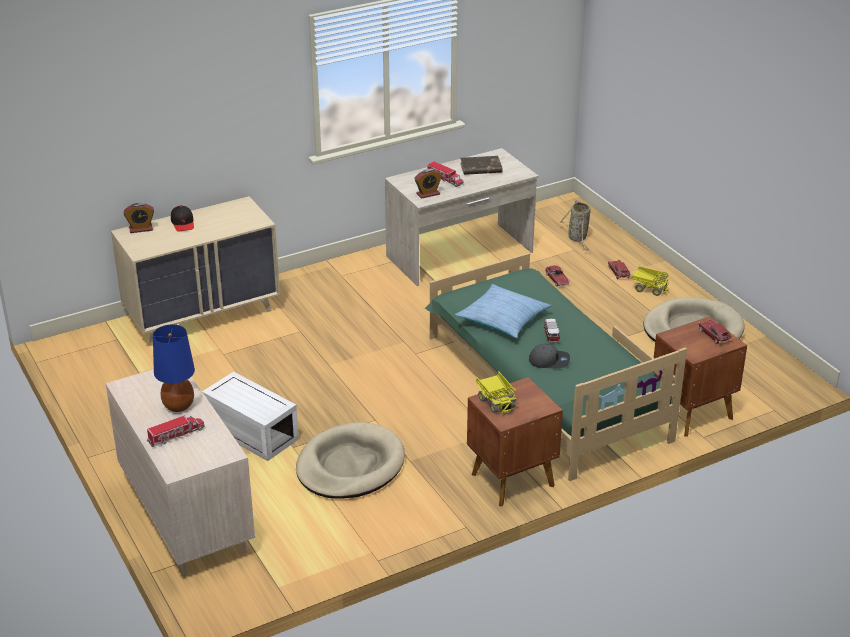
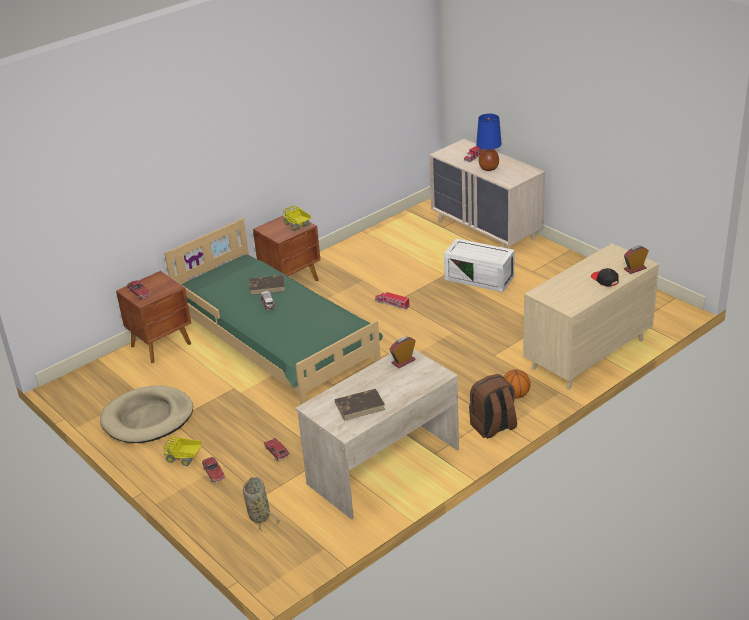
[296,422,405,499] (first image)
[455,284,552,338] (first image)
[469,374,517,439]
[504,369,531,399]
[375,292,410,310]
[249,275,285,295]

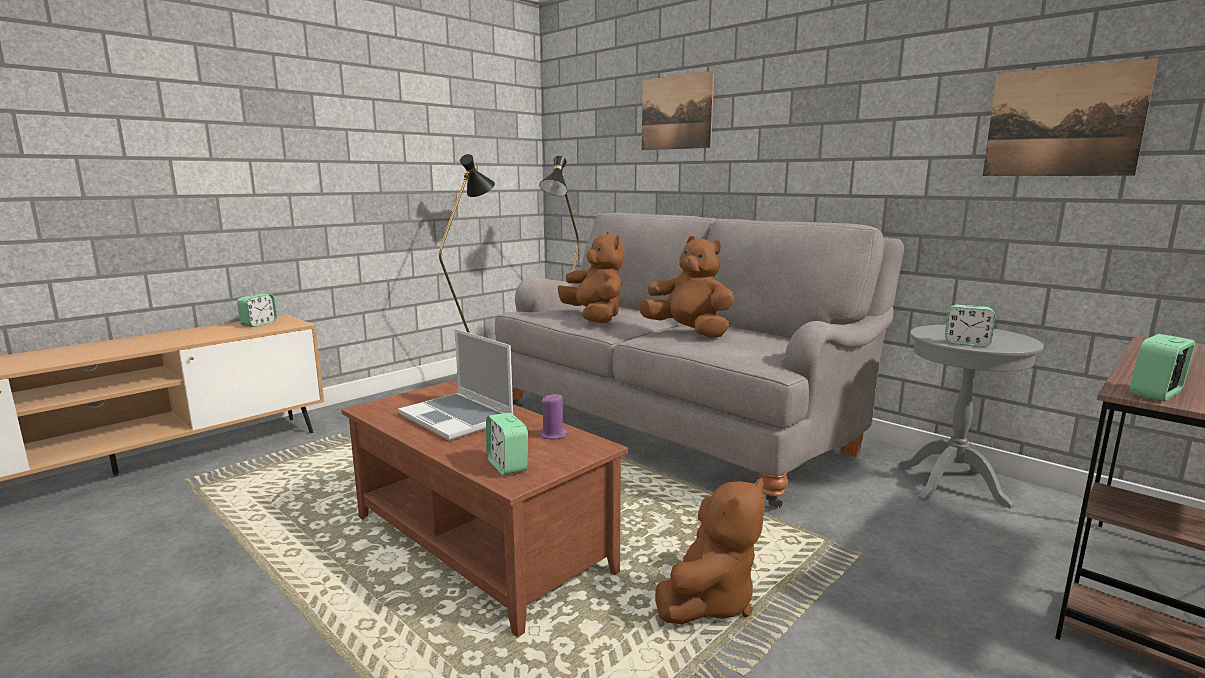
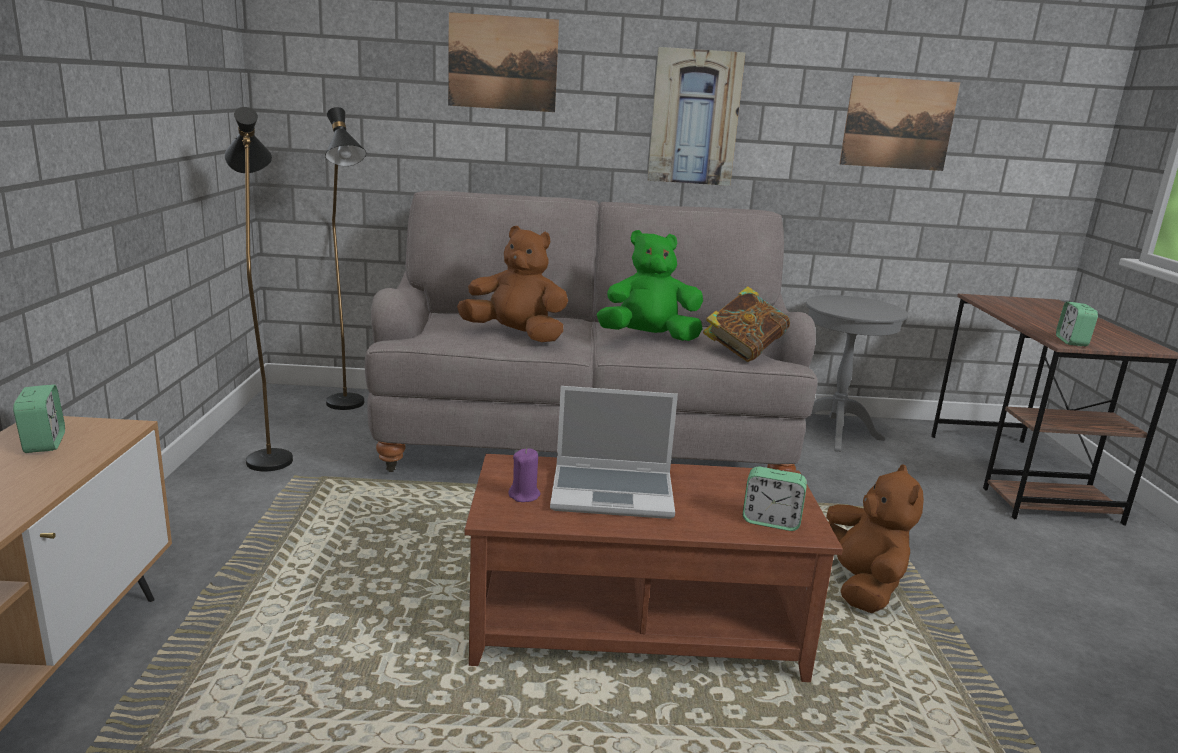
[945,305,996,347] (first image)
[647,47,745,186]
[703,286,790,362]
[509,448,540,502]
[597,230,703,341]

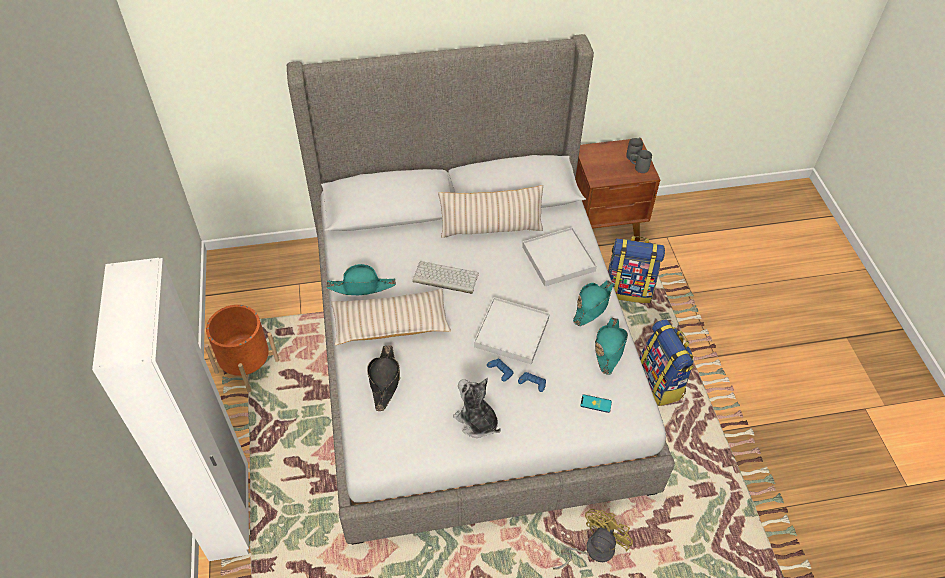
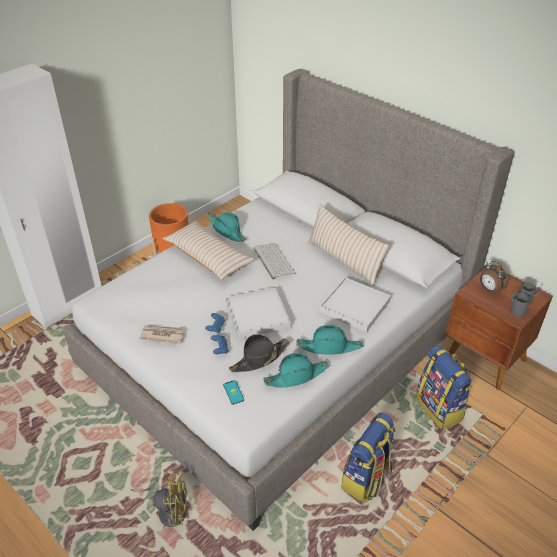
[480,261,509,294]
[229,334,289,372]
[139,325,185,344]

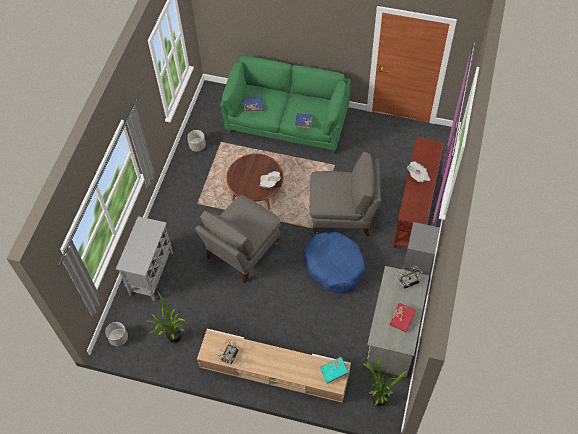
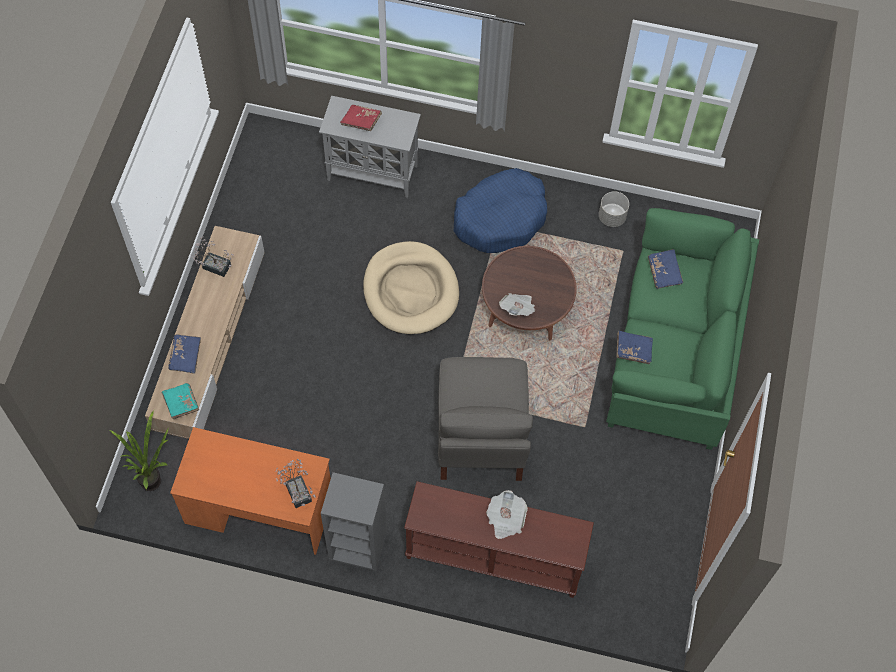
[105,322,128,346] (first image)
[147,292,185,343] (first image)
[168,334,201,374]
[454,168,547,253]
[340,105,382,131]
[363,241,459,334]
[170,427,331,555]

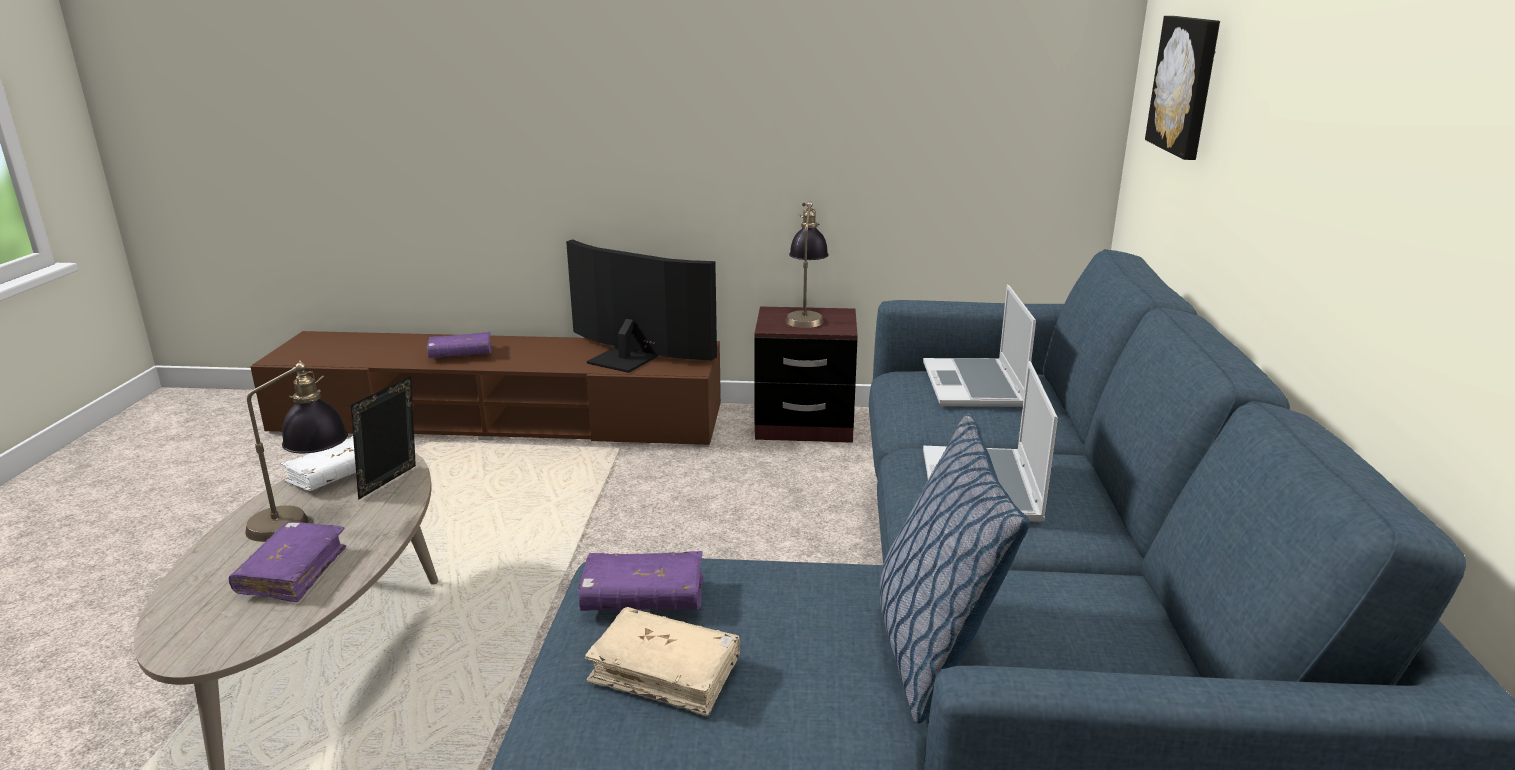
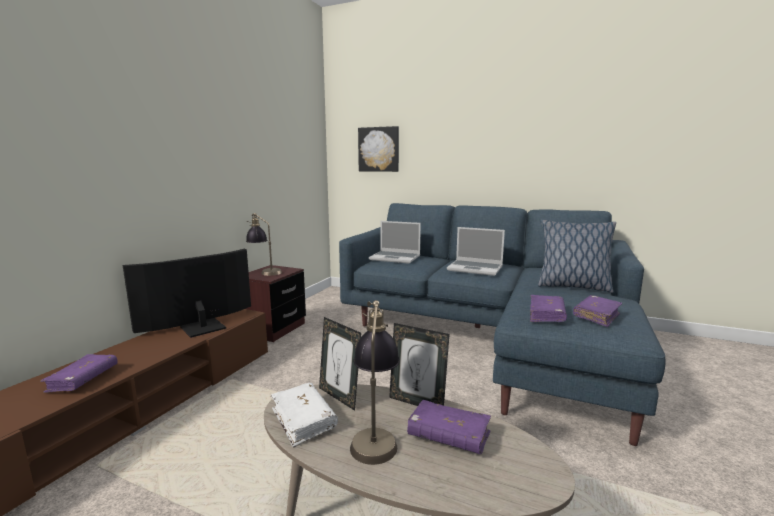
[389,323,450,406]
[573,295,622,327]

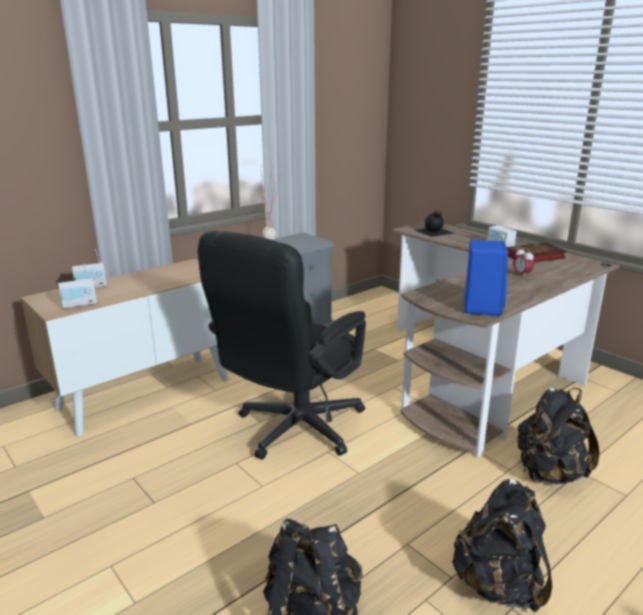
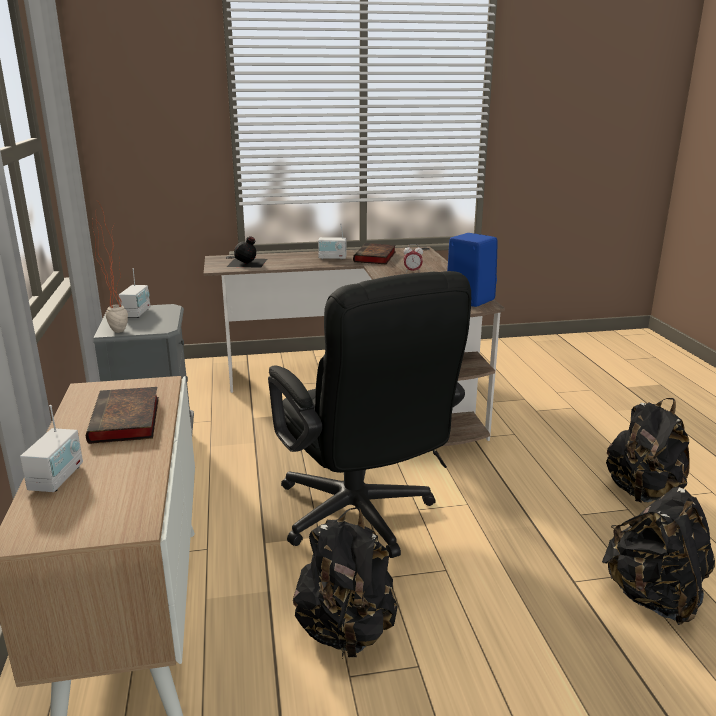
[86,387,159,444]
[119,268,150,318]
[293,507,397,657]

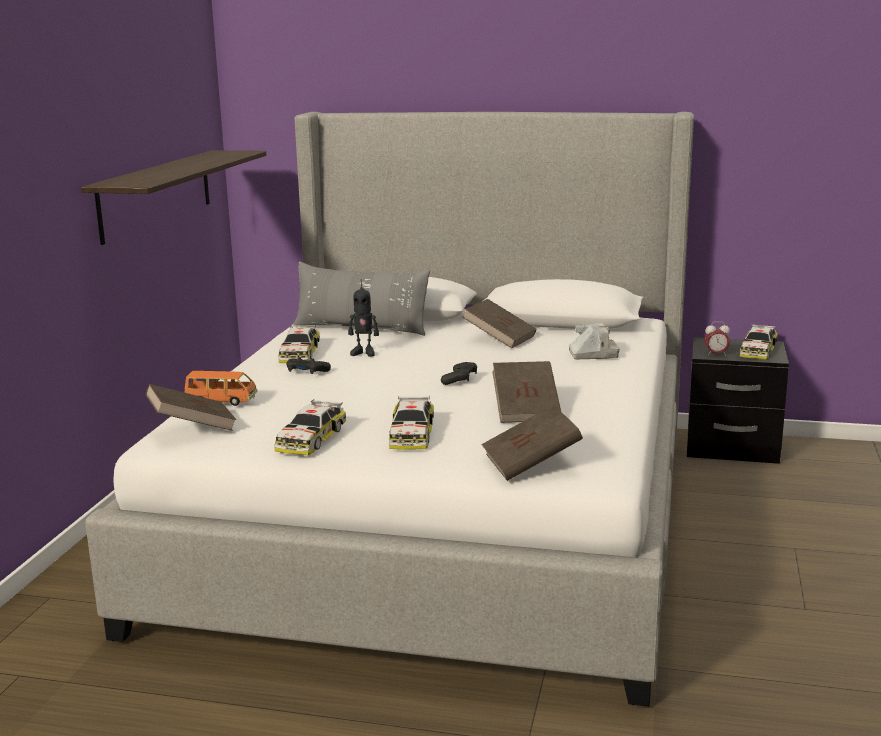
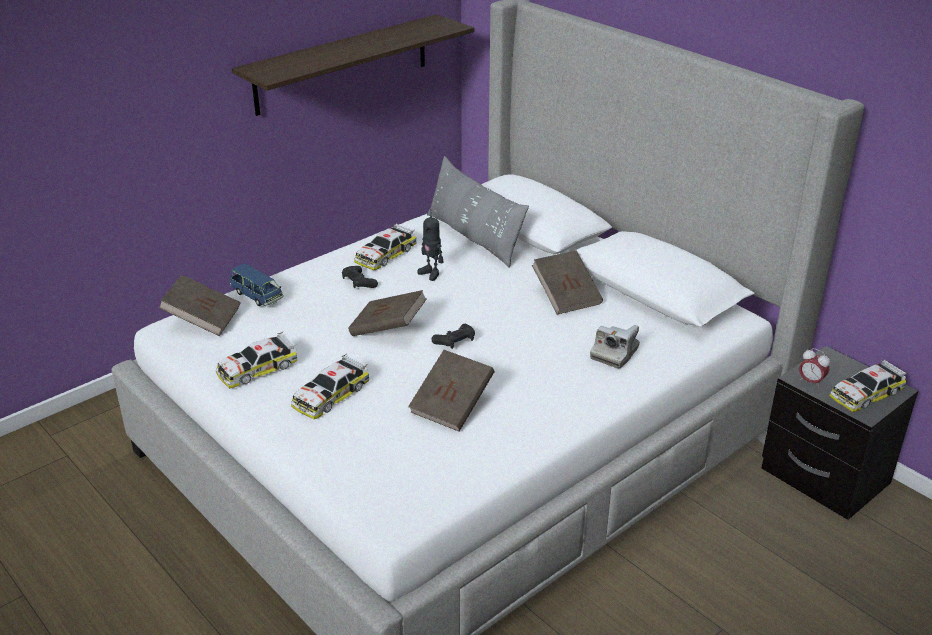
[348,290,427,336]
[230,263,284,306]
[590,325,640,368]

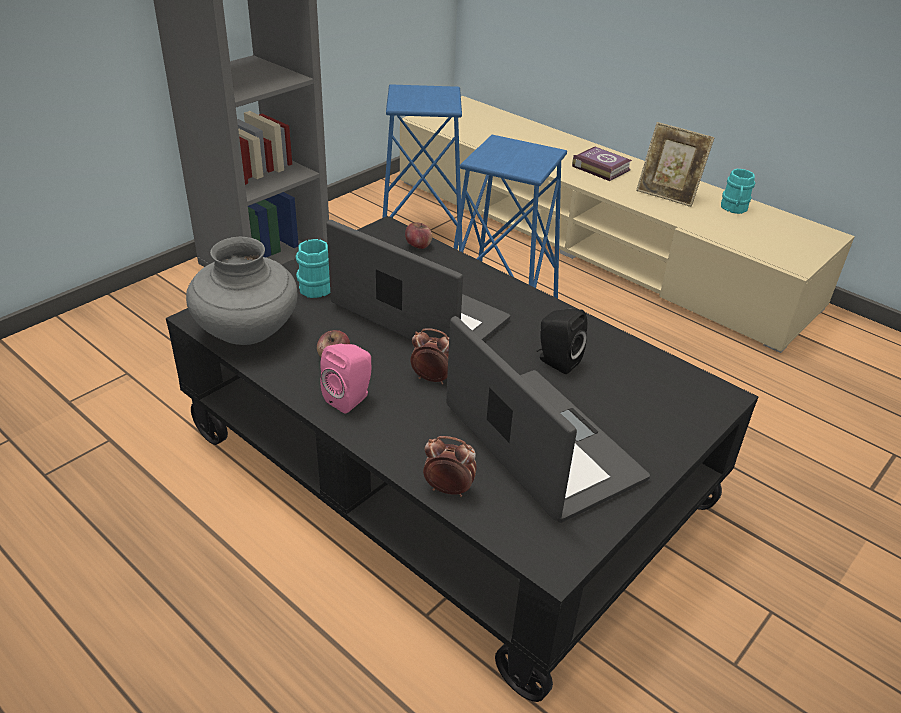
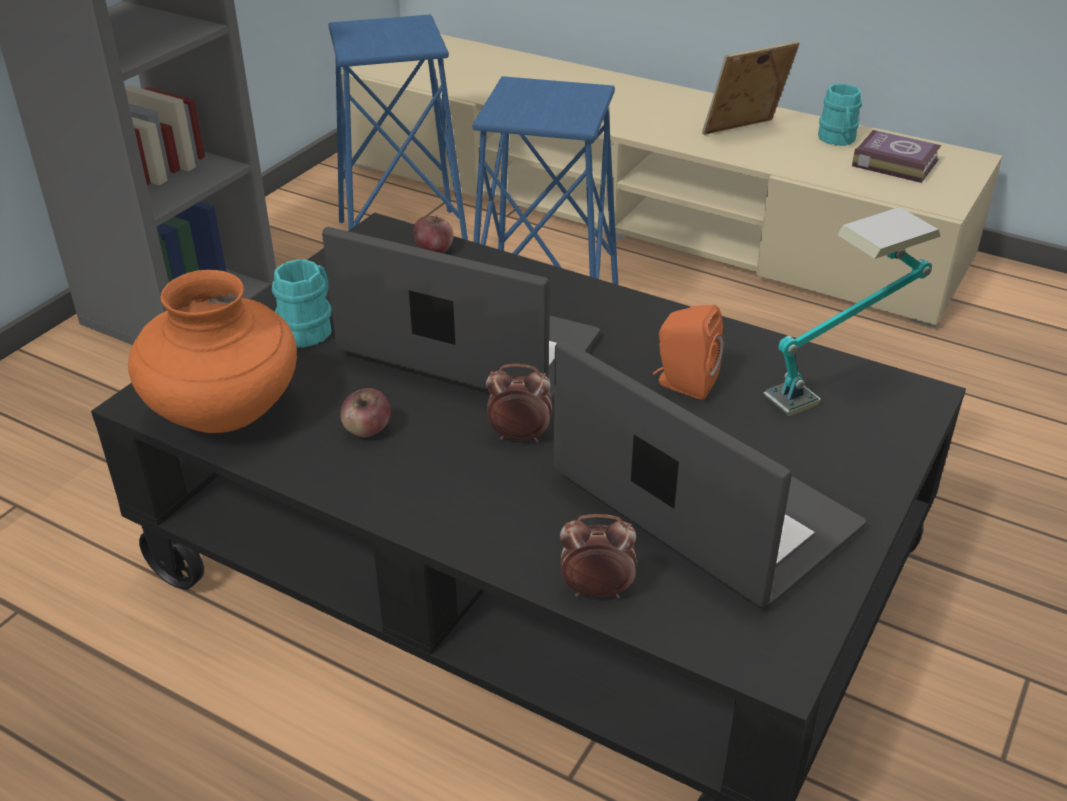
[320,344,372,414] (first image)
[763,207,941,416]
[852,130,942,183]
[128,270,297,433]
[653,305,724,400]
[702,41,800,135]

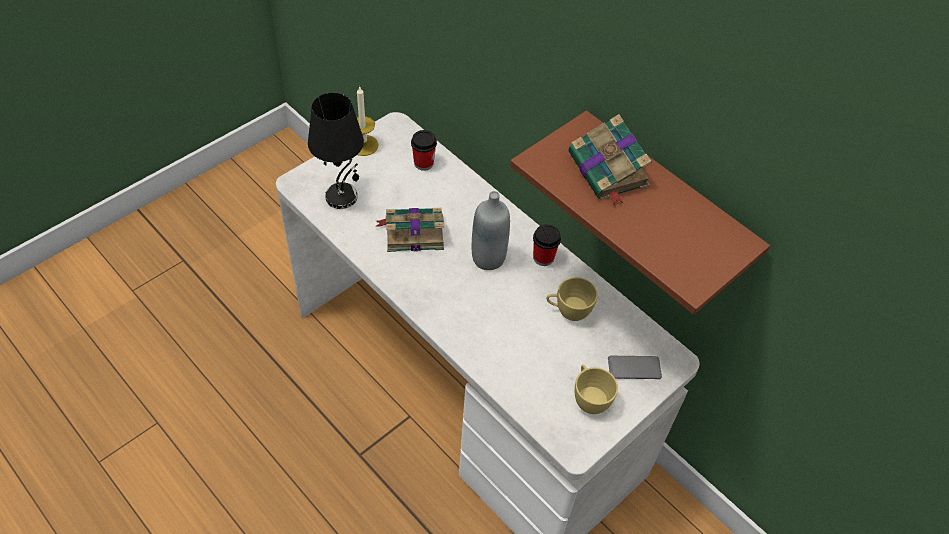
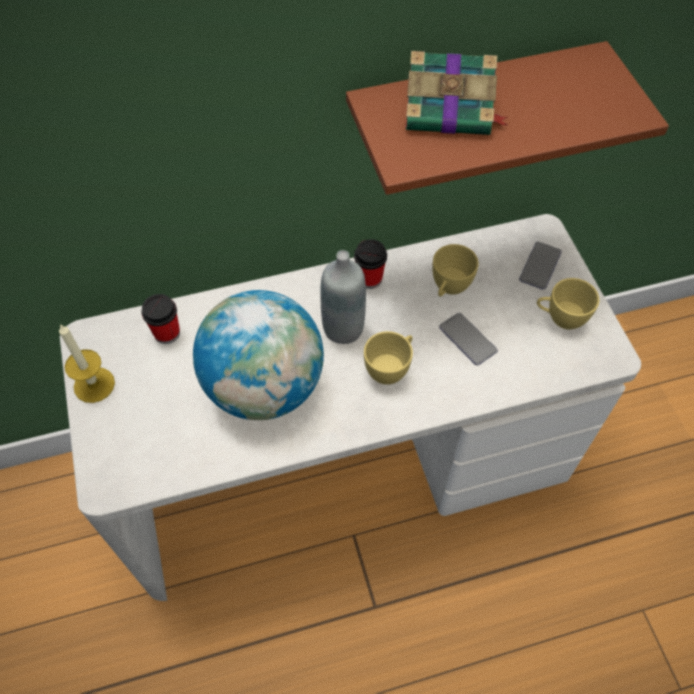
[308,93,364,209] (first image)
[364,331,413,385]
[439,313,498,365]
[193,290,324,420]

